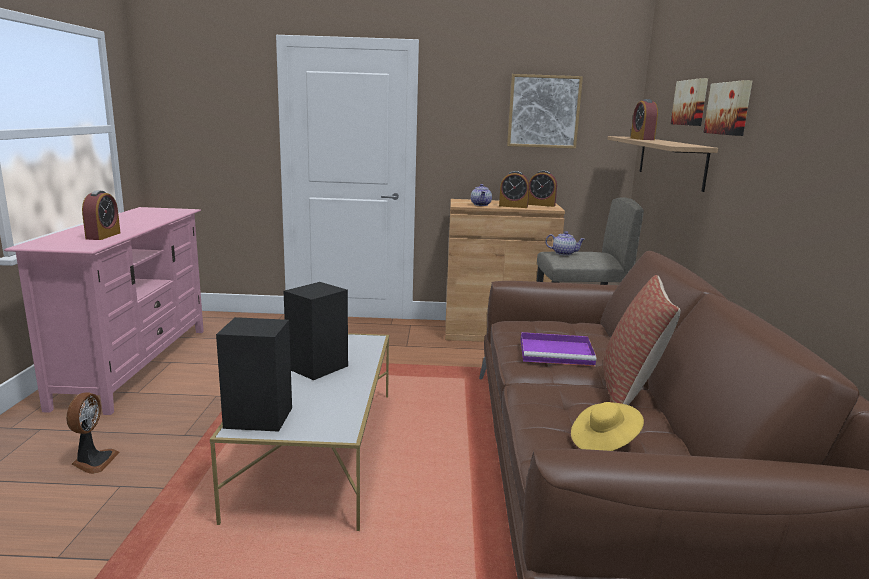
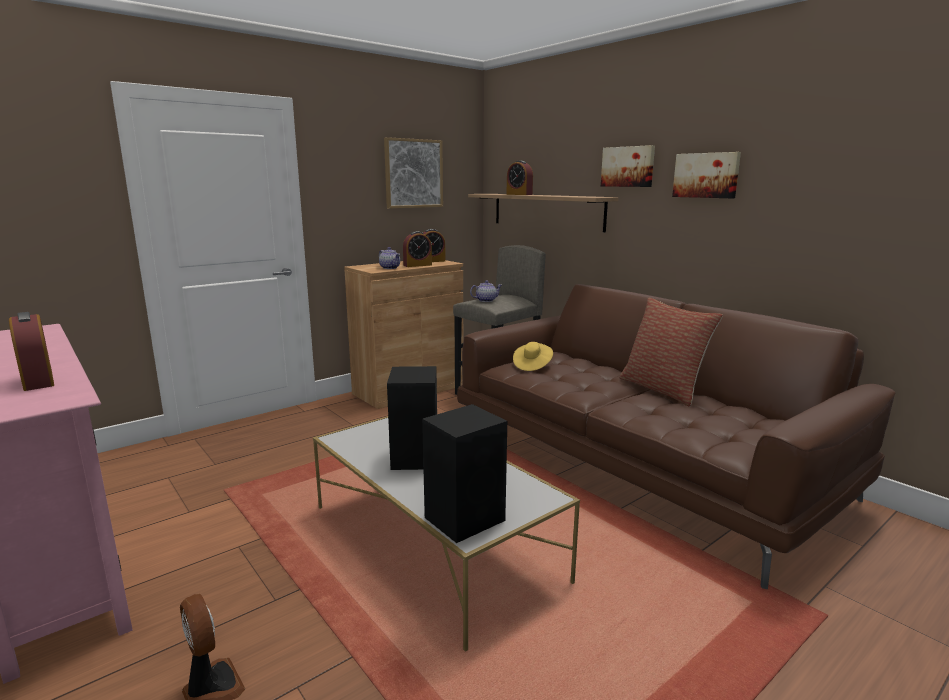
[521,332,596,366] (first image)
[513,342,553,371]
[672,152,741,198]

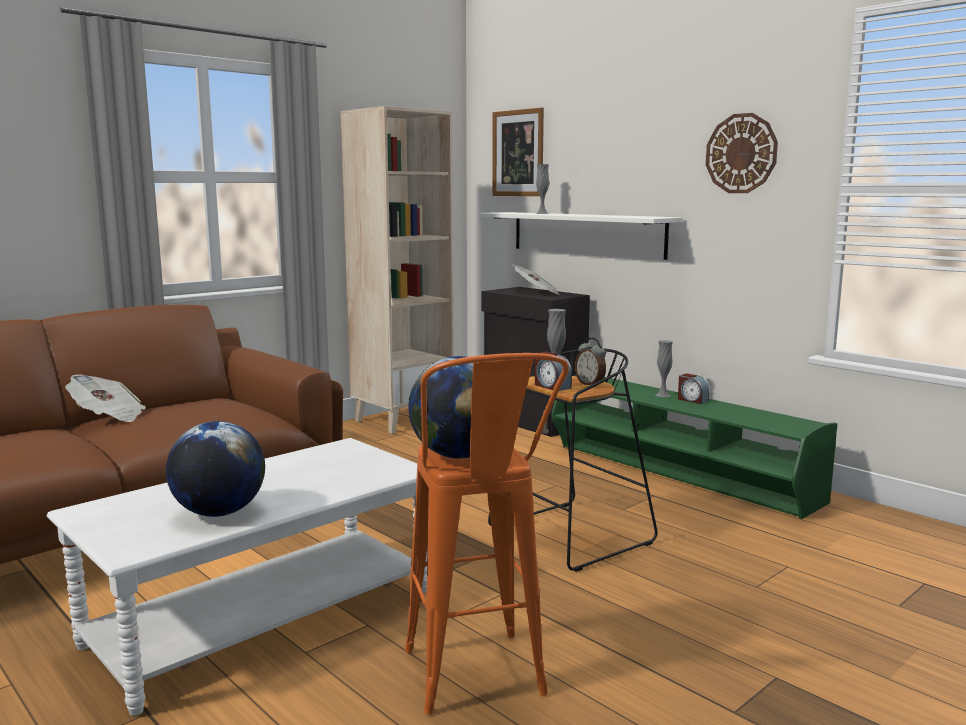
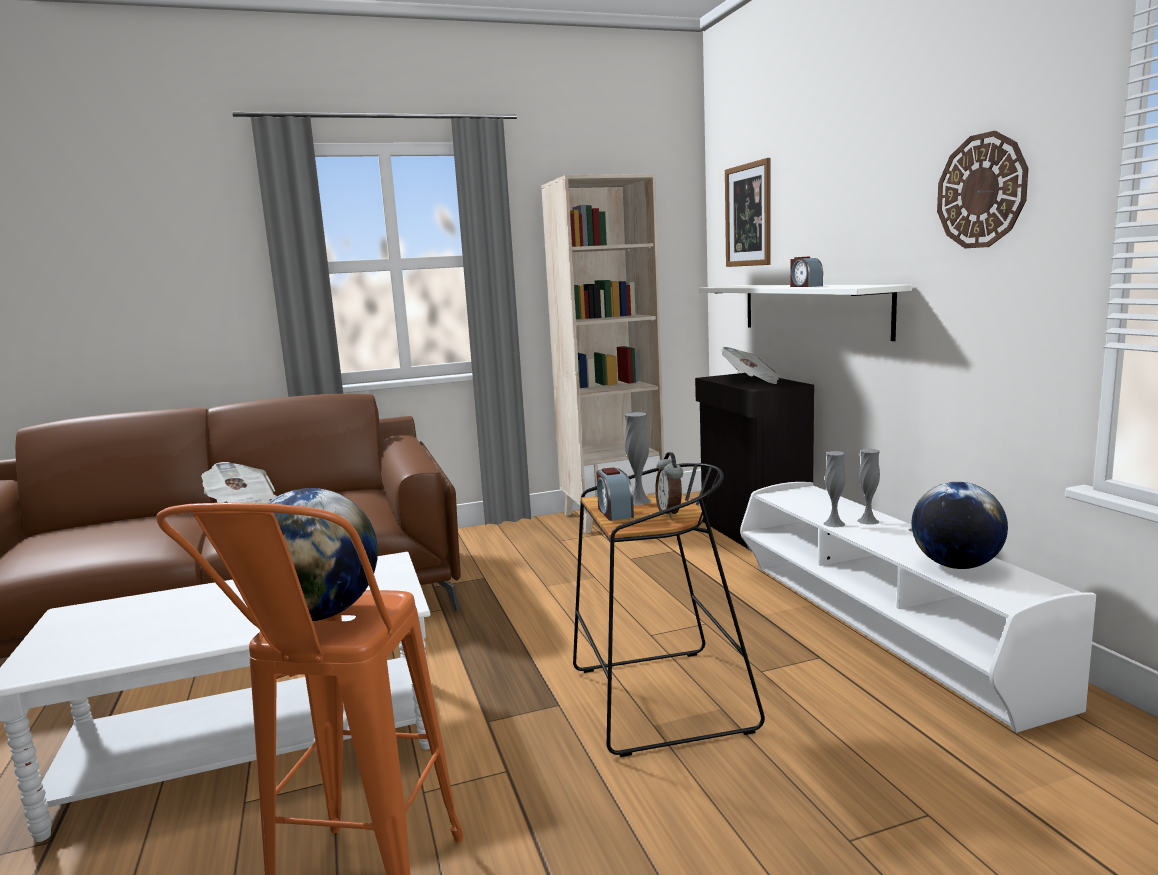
[911,482,1008,569]
[824,451,846,527]
[790,256,823,287]
[740,482,1096,733]

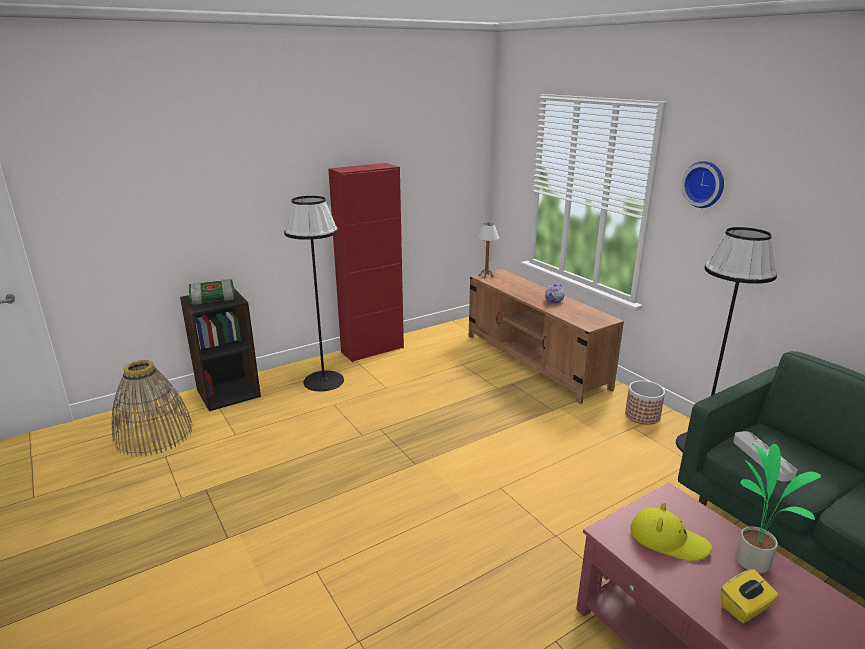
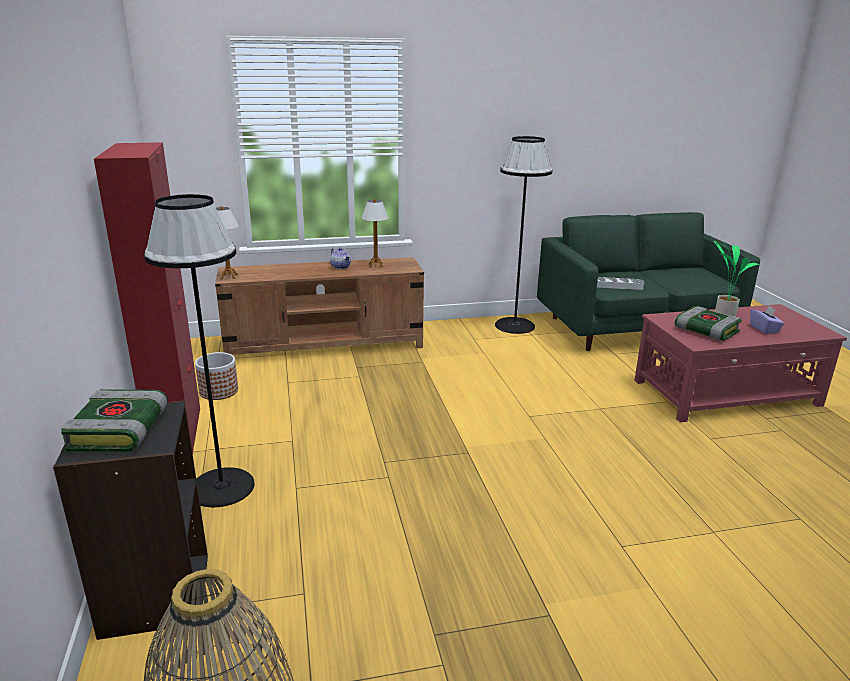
[681,161,724,208] (first image)
[361,199,389,268]
[195,352,238,400]
[675,306,742,341]
[750,306,784,334]

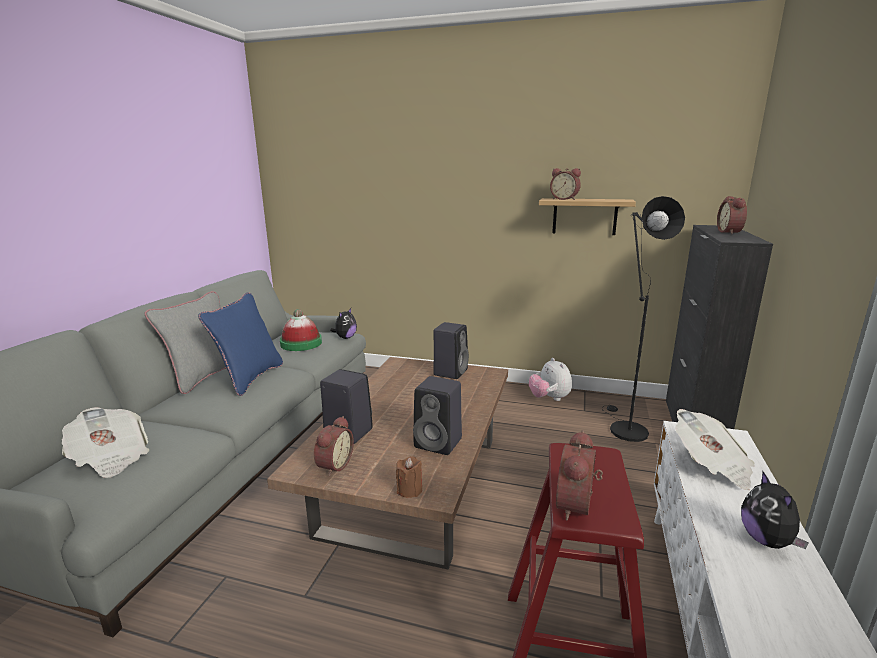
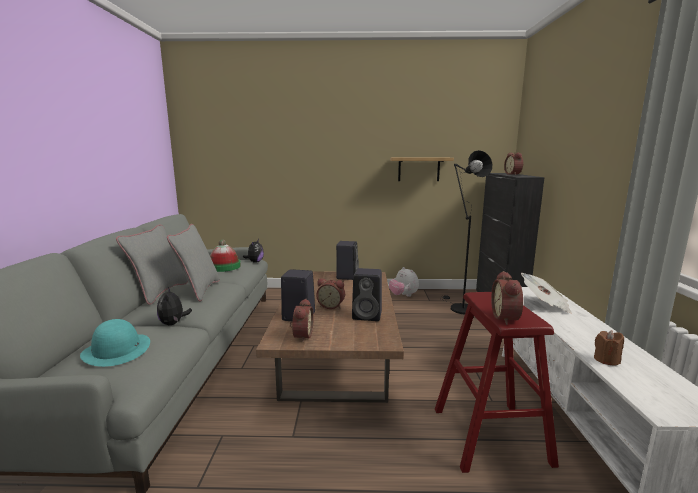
[594,330,624,366]
[316,278,345,309]
[157,287,192,325]
[80,319,150,367]
[167,224,220,302]

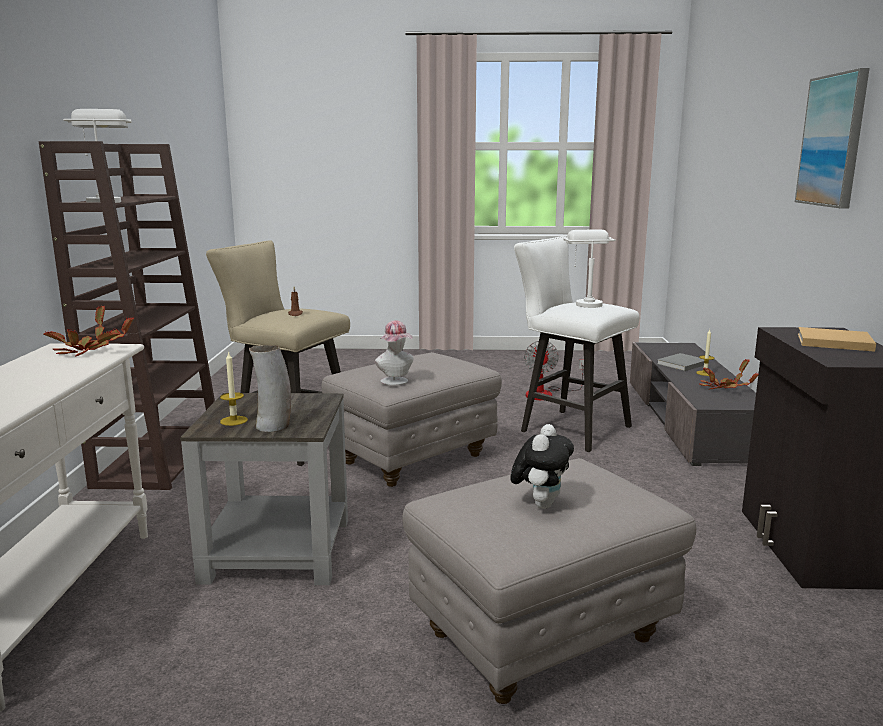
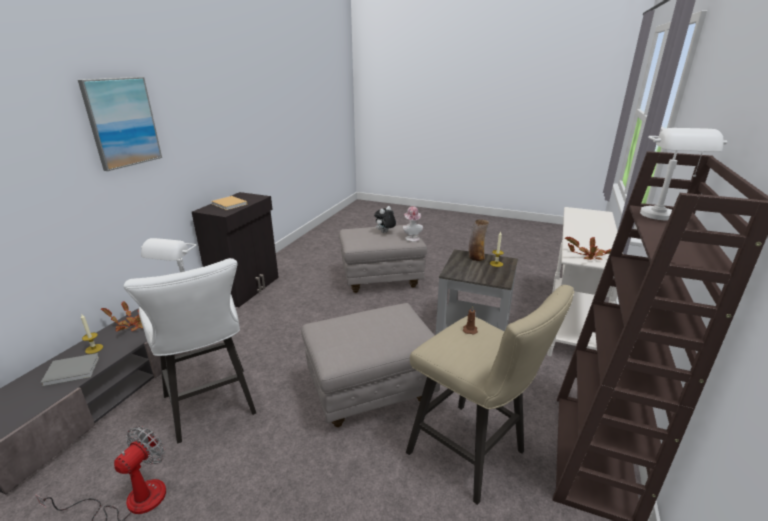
[402,206,423,242]

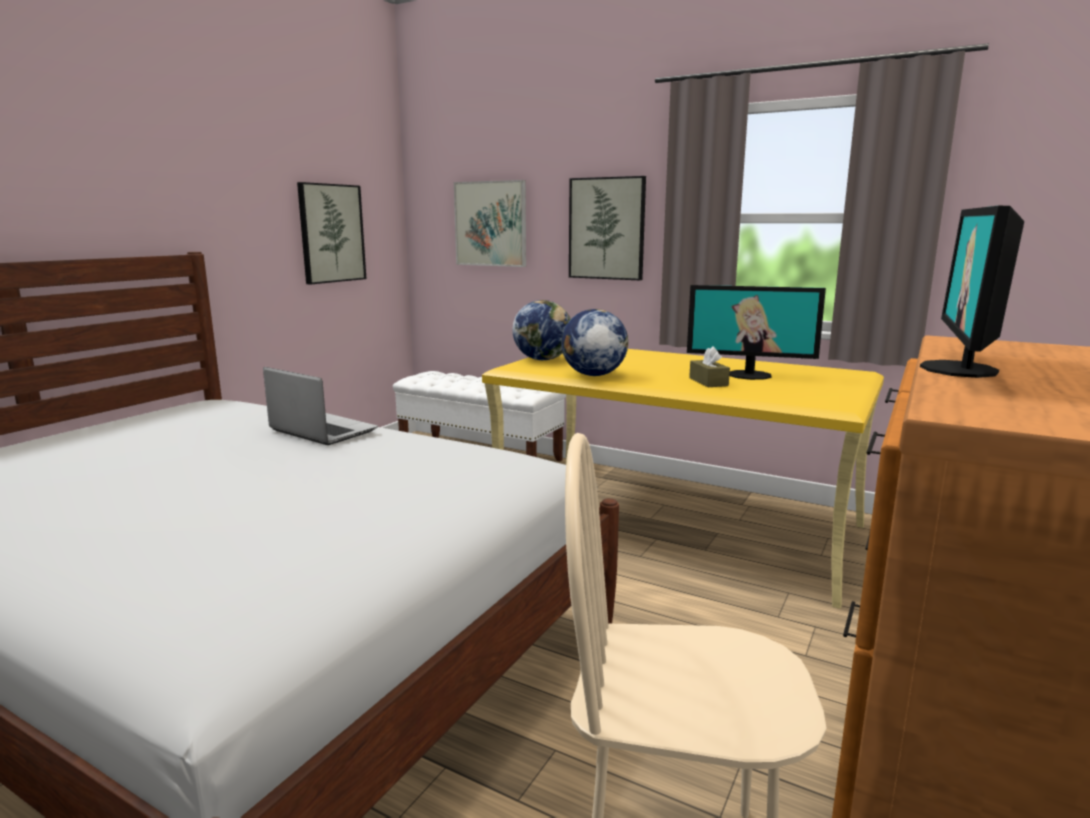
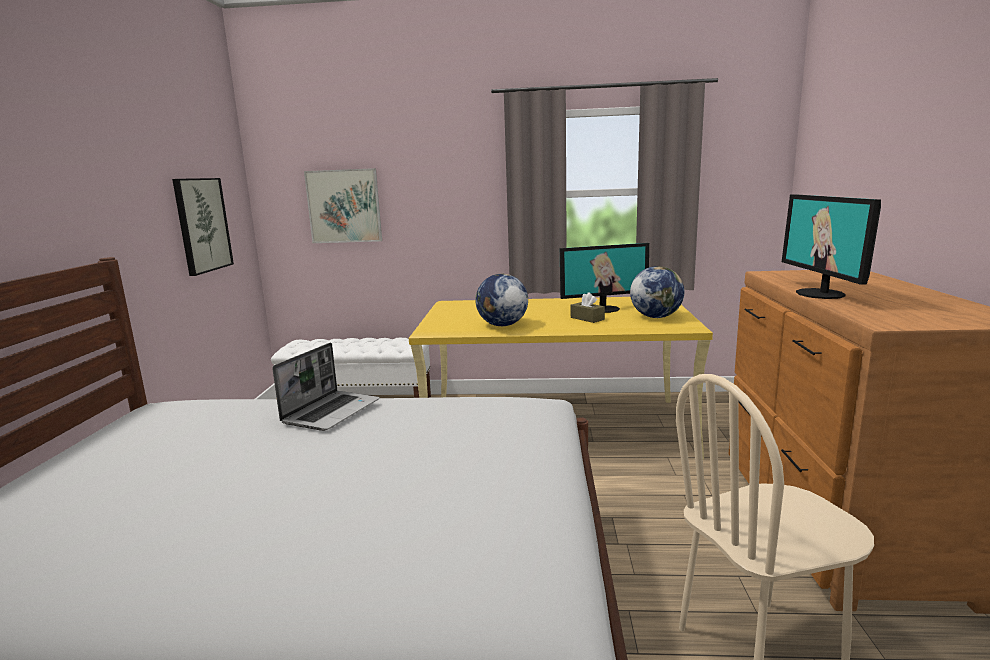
[569,176,646,280] (first image)
[630,266,685,318]
[272,343,380,431]

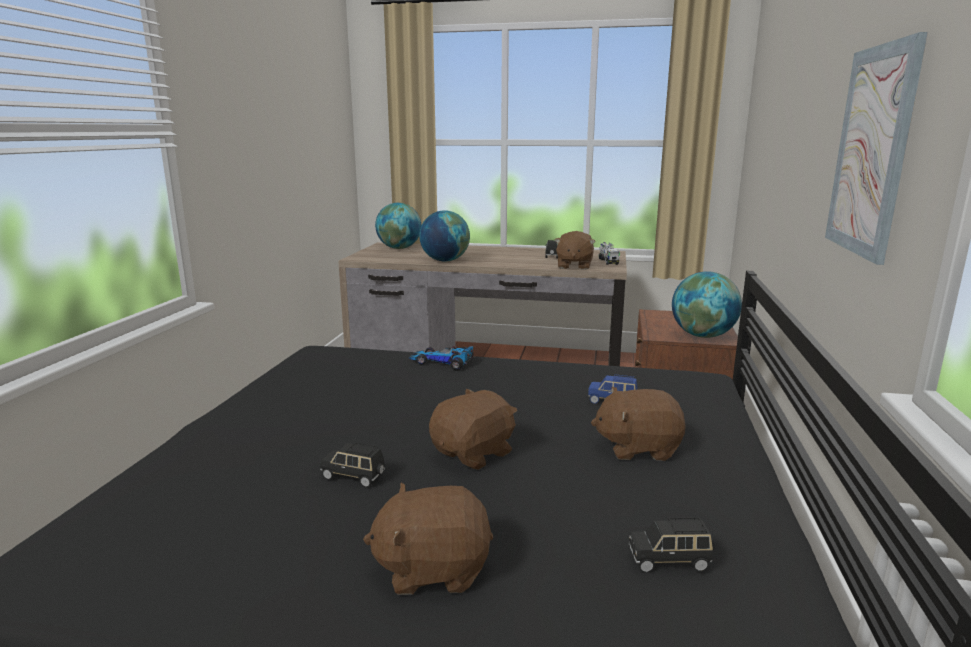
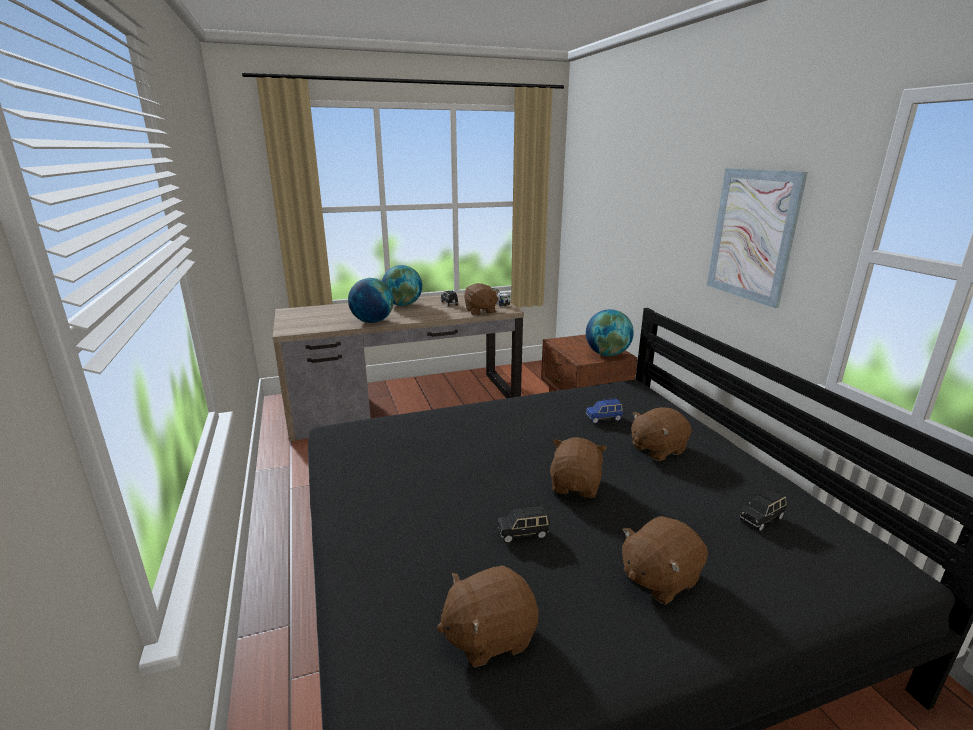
[409,346,474,371] (first image)
[437,566,539,668]
[382,265,422,306]

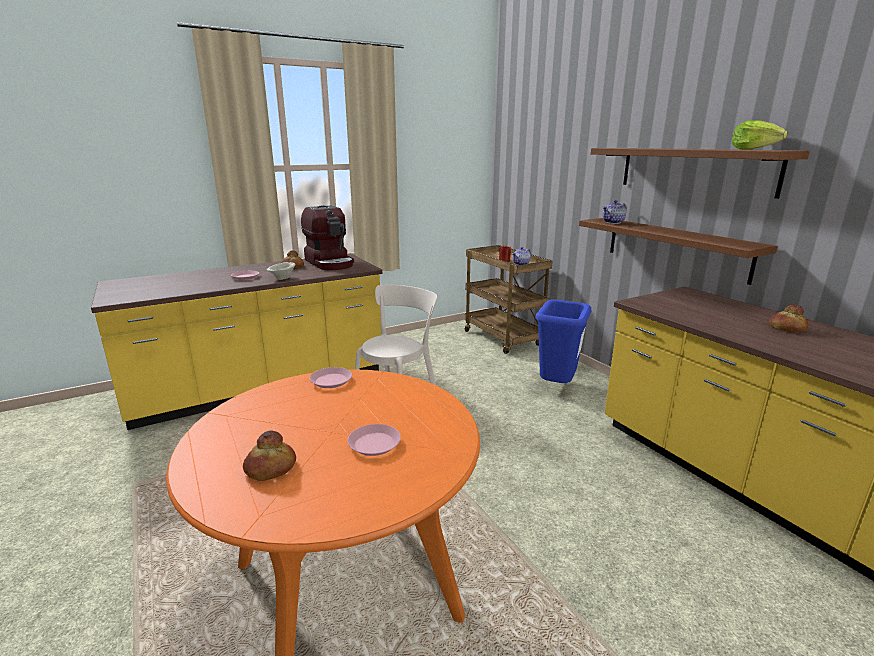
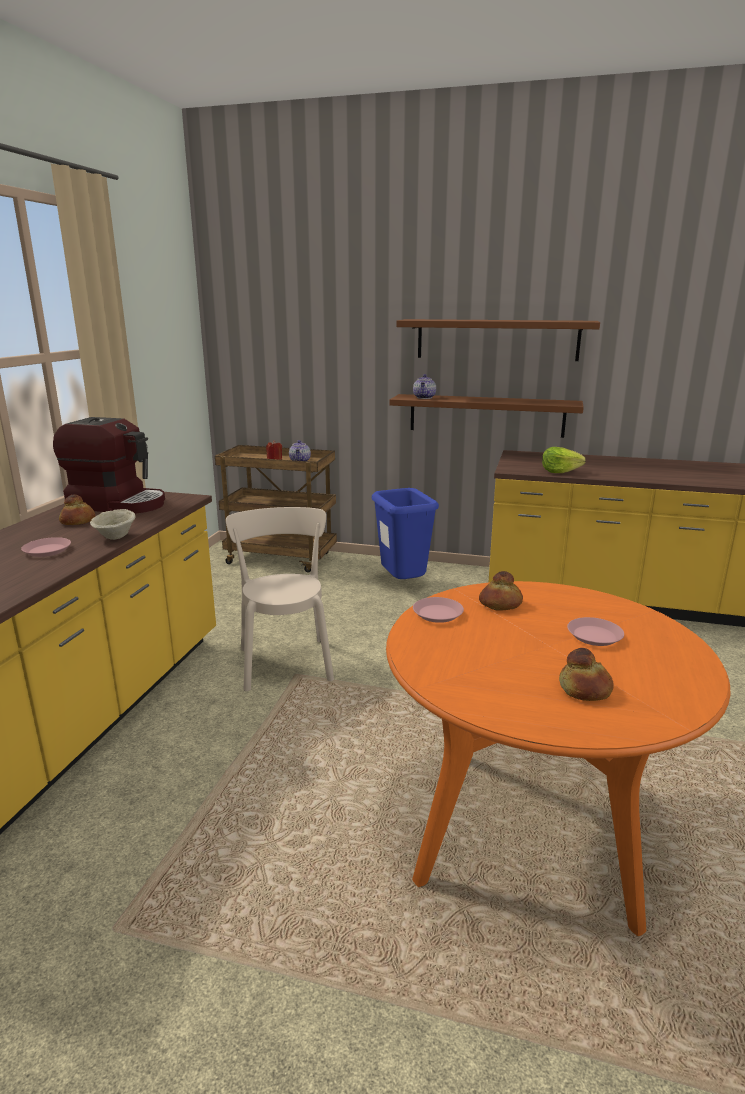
[542,447,586,473]
[479,571,523,611]

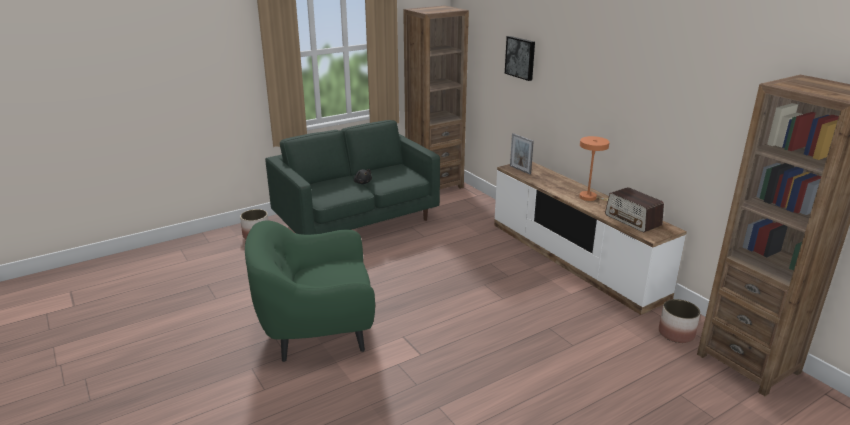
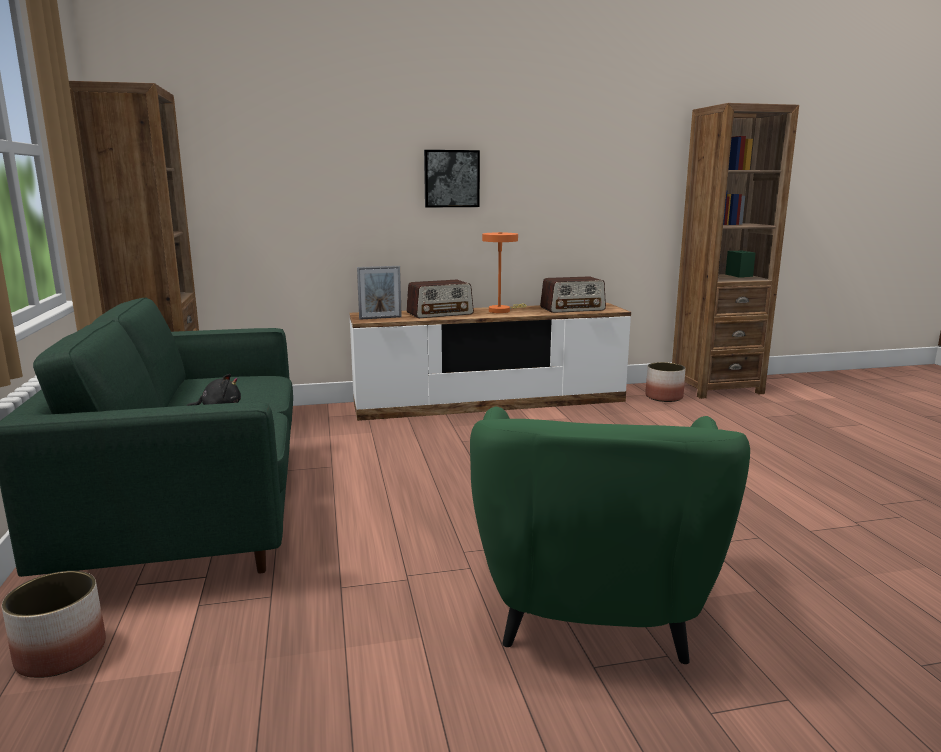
[406,280,474,318]
[424,150,480,207]

